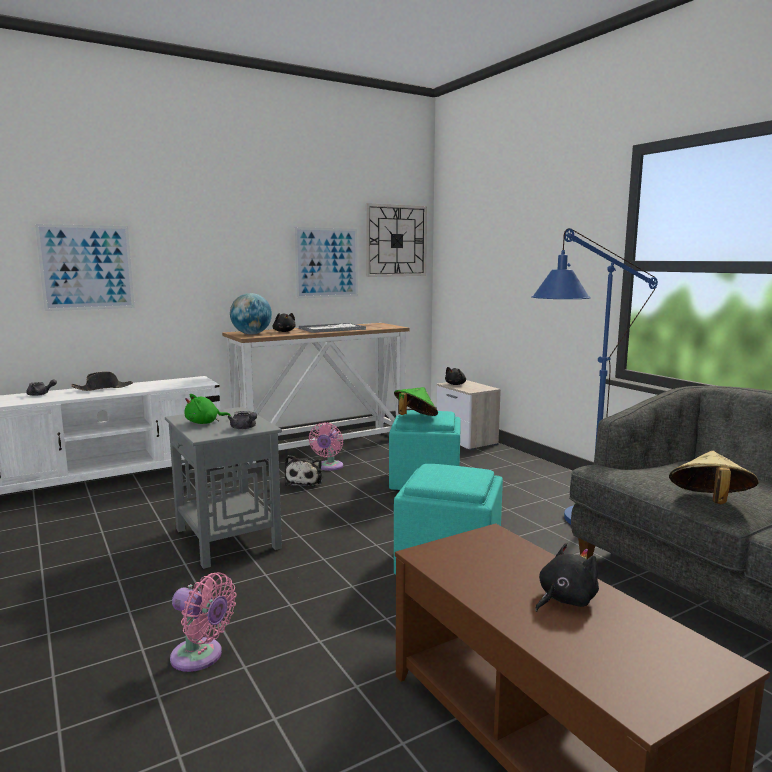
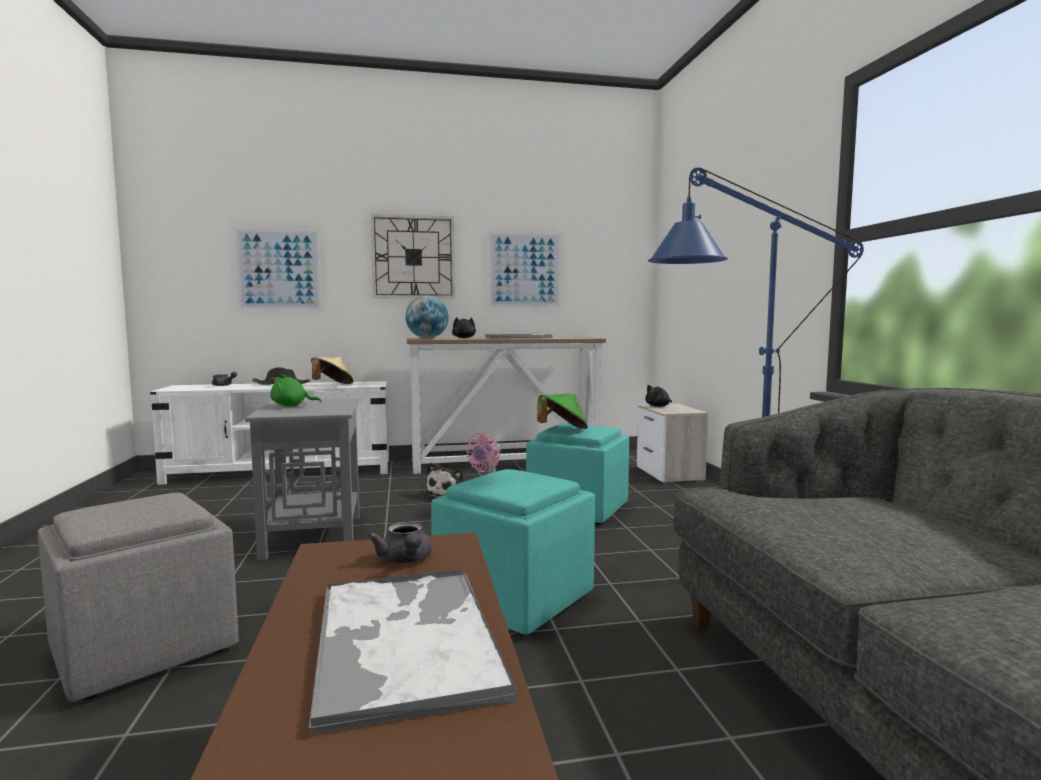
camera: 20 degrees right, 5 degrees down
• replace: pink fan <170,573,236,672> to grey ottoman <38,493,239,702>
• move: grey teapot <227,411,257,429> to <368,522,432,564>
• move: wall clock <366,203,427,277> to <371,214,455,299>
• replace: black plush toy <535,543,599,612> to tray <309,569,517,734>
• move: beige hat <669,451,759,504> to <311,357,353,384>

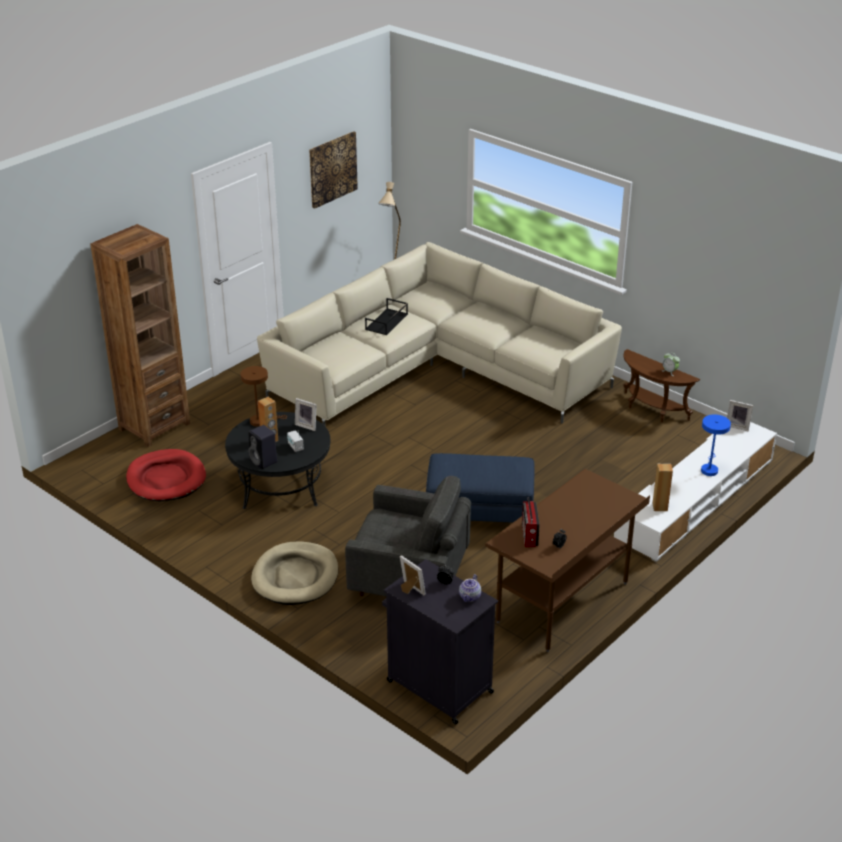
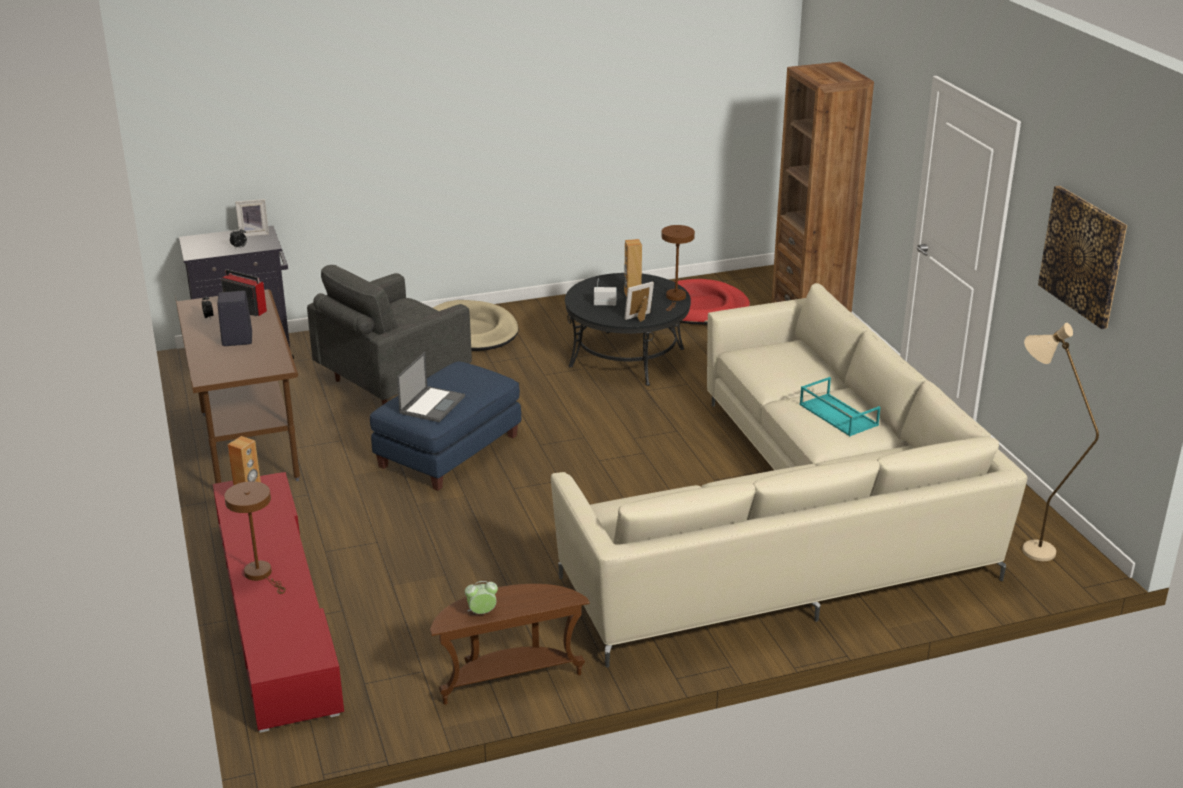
camera: 120 degrees right, 5 degrees down
• move: black speaker <248,425,277,469> to <217,291,252,346>
• recolor: black tray <365,298,408,335> to turquoise tray <799,377,881,436>
• delete: teapot <459,574,481,602>
• recolor: white tv stand <614,422,777,562> to red tv stand <213,472,344,733>
• recolor: blue table lamp <701,414,731,476> to brown table lamp <224,481,286,594>
• delete: picture frame <727,400,753,431>
• insert: laptop <397,352,465,422>

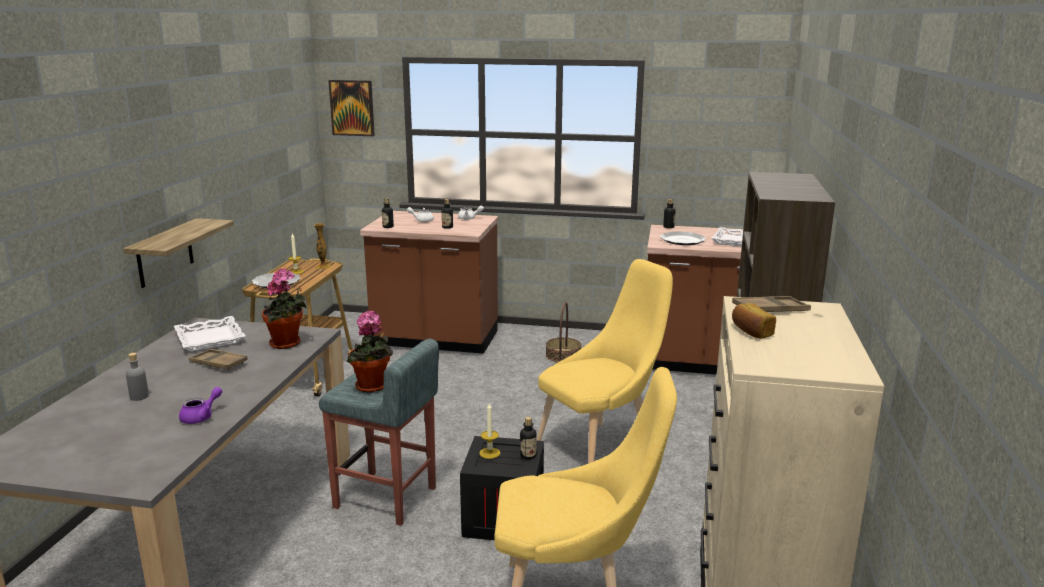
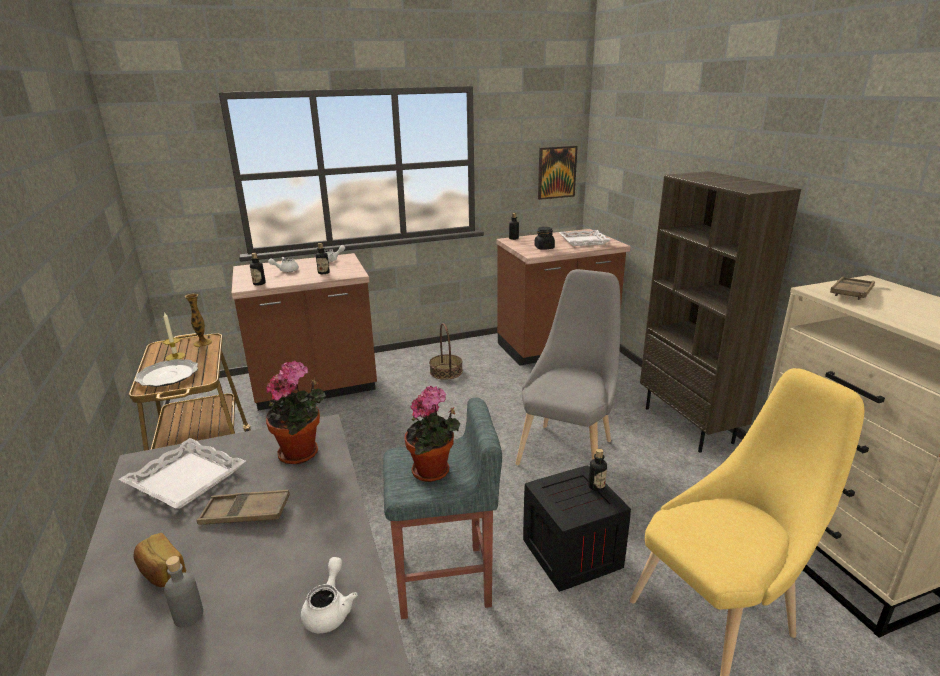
camera: 30 degrees left, 5 degrees up
• delete: shelf <123,218,234,288>
• recolor: purple teapot <179,387,223,424> to white teapot <301,557,357,633>
• move: picture <328,80,375,136> to <538,146,578,200>
• delete: candle <479,403,500,459>
• recolor: yellow chair <537,259,673,464> to grey chair <515,269,620,465>
• replace: plate <660,231,706,245> to black jar <535,227,555,250>
• move: bread <732,303,776,339> to <134,533,186,587>

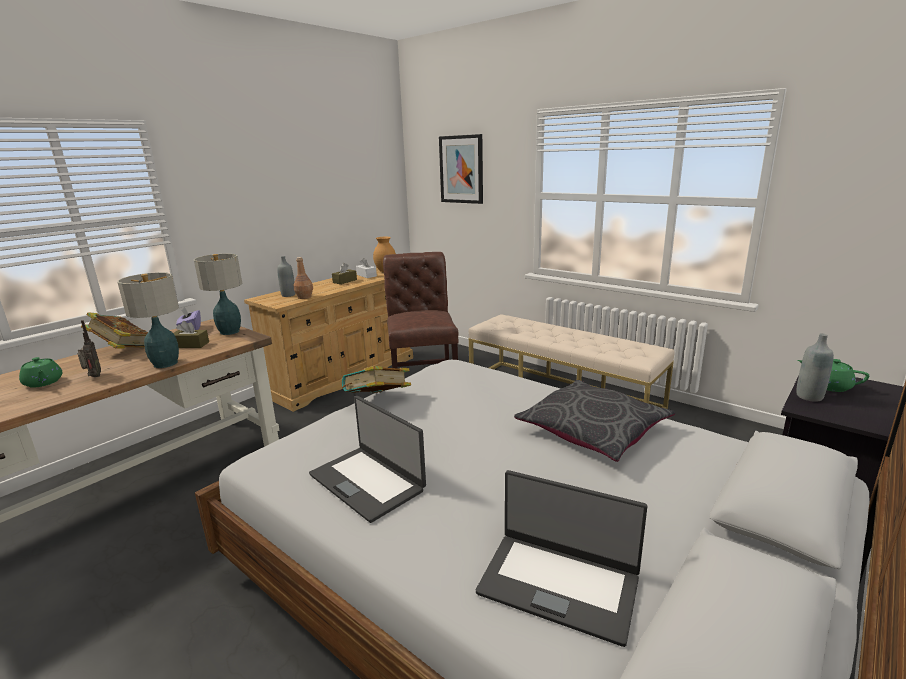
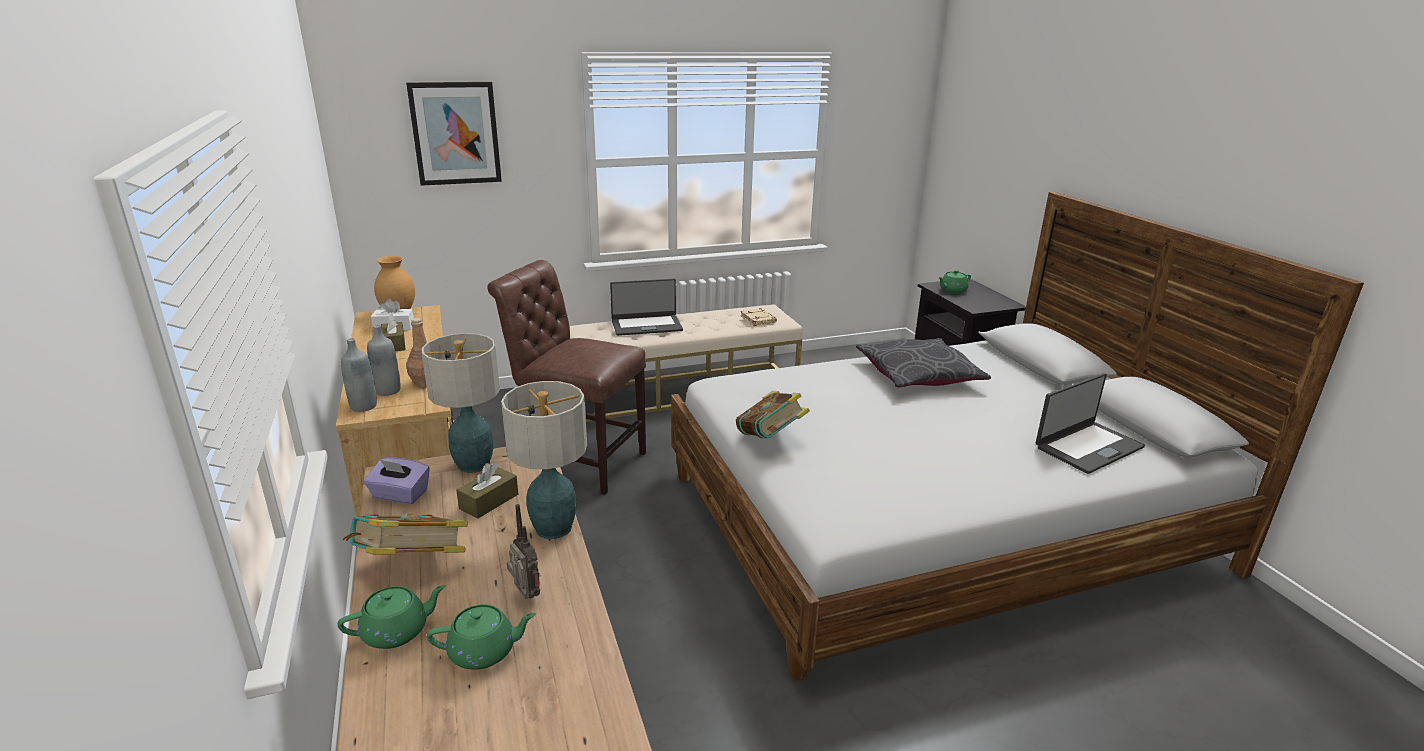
camera: 60 degrees left, 5 degrees up
• rotate: radio <77,320,101,377> = <507,504,540,599> 45 degrees clockwise
• move: laptop <309,396,426,523> to <610,279,683,336>
• move: grey bottle <796,333,834,402> to <341,338,377,412>
• insert: green teapot <338,585,446,649>
• insert: beige book <741,308,777,326>

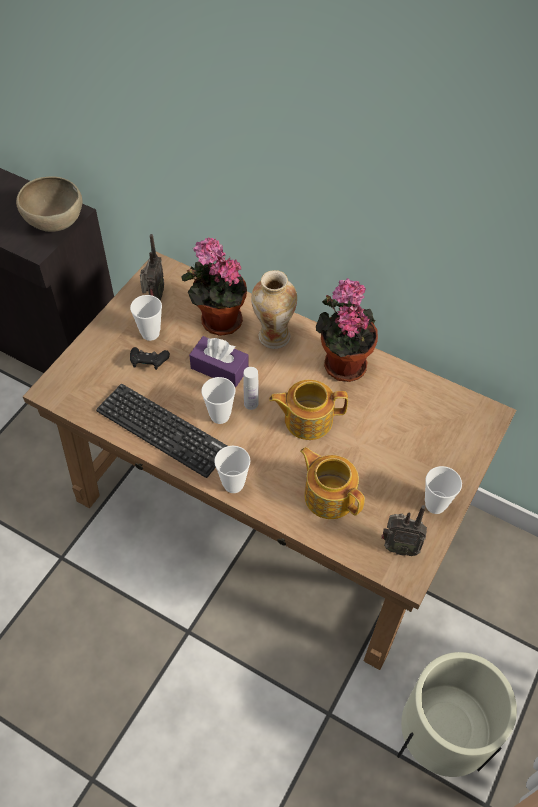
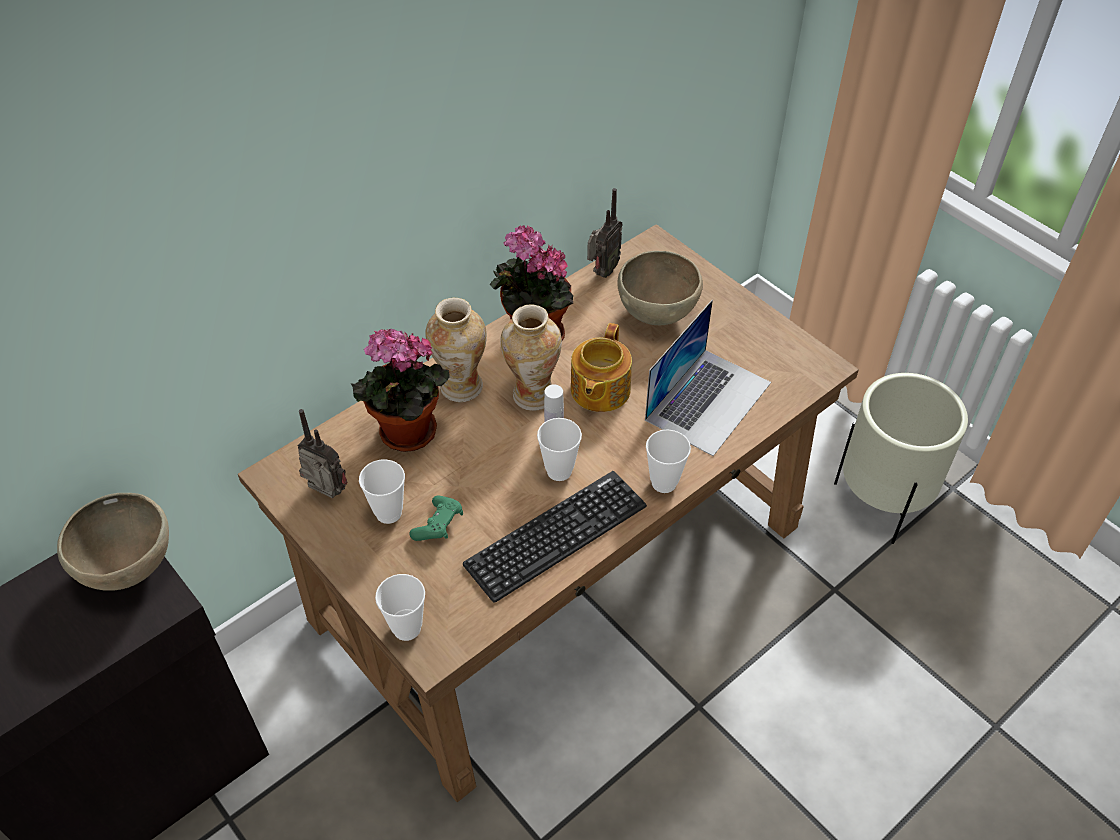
camera: 70 degrees left, 5 degrees down
• recolor: black game controller <130,347,170,370> to green game controller <409,495,463,541>
• delete: purple tissue box <189,336,249,387>
• replace: teapot <300,447,365,519> to laptop <645,300,771,456>
• move: radio <381,505,427,556> to <587,188,622,278>
• move: cup <425,466,462,514> to <375,574,425,641>
• insert: vase <500,304,562,411>
• insert: brown bowl <617,251,703,325>

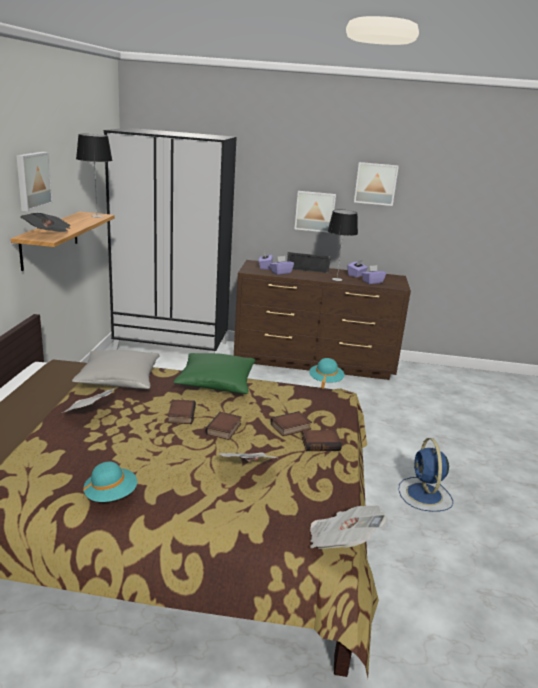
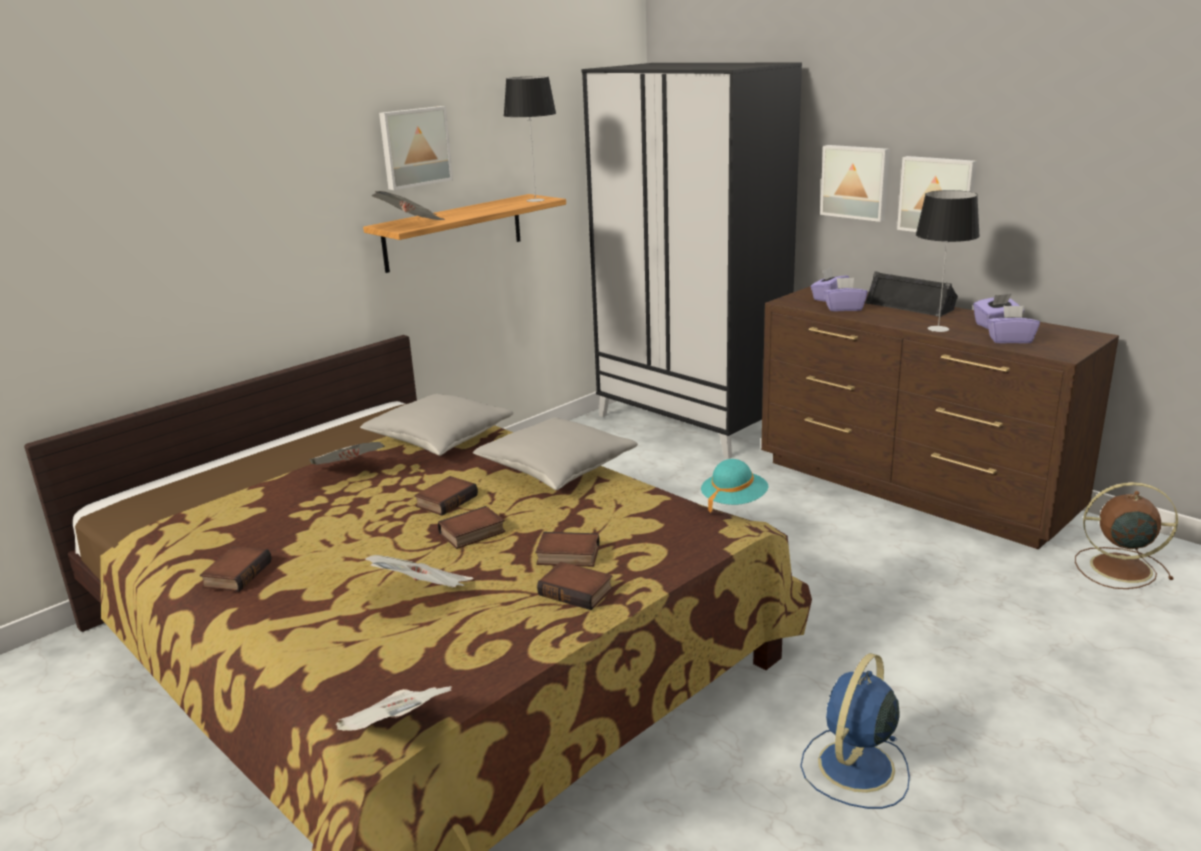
camera: 40 degrees right, 0 degrees up
• replace: turquoise hat <83,462,137,502> to book <200,546,271,592>
• recolor: green pillow <174,353,256,394> to grey pillow <473,417,638,490>
• move: picture <354,162,399,206> to <820,145,890,222>
• insert: brown fan <1075,482,1178,589>

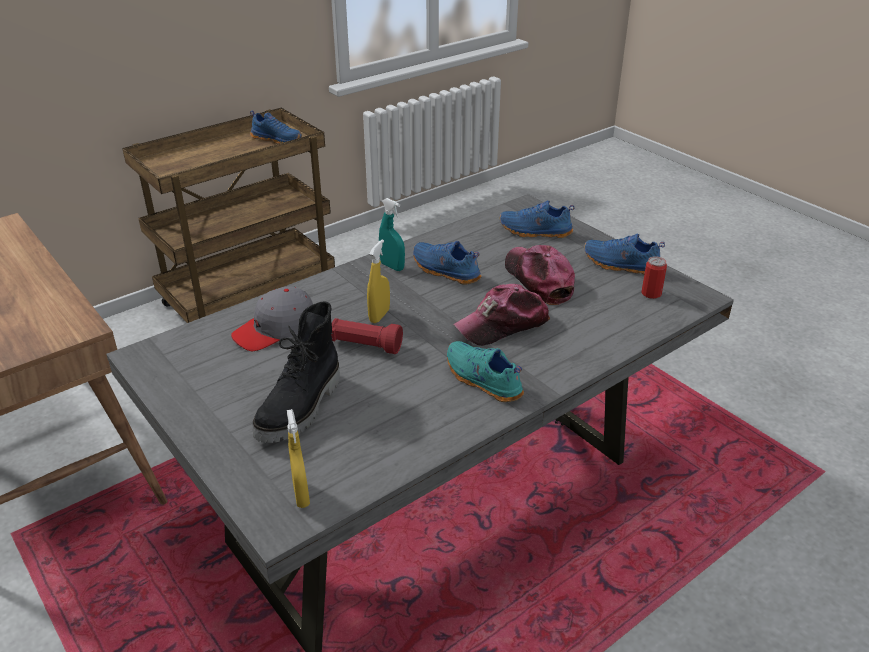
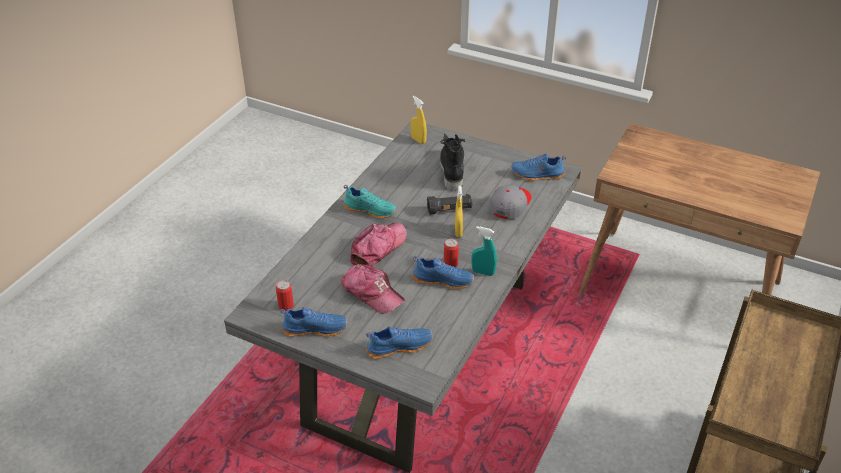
camera: 155 degrees right, 5 degrees up
• move: blue shoe <250,111,302,144> to <511,153,566,181>
• recolor: red flashlight <331,318,403,354> to black flashlight <427,194,473,215>
• insert: can <444,238,459,267>

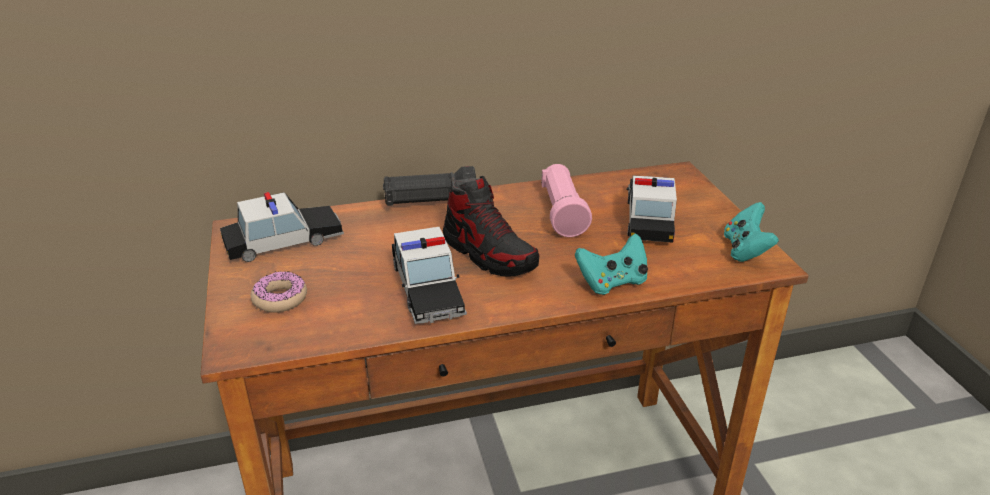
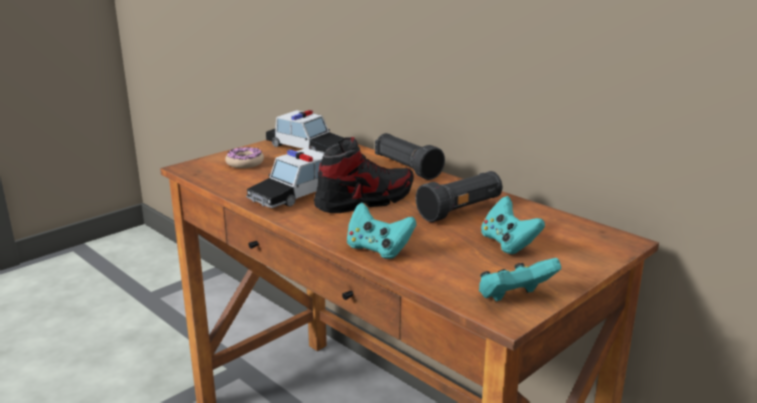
camera: 60 degrees right, 10 degrees down
• rotate: shoe <443,176,540,276> = <314,137,414,213> 135 degrees counterclockwise
• recolor: pink flashlight <541,164,592,237> to black flashlight <416,171,503,222>
• replace: toy car <627,175,677,243> to turquoise game controller <481,196,545,254>

